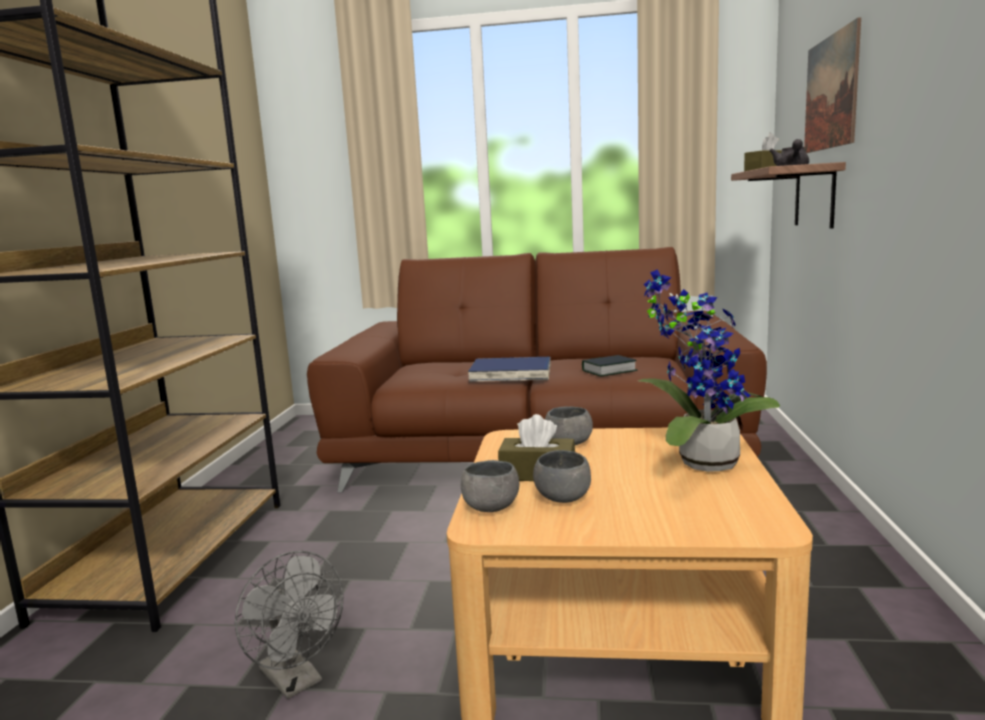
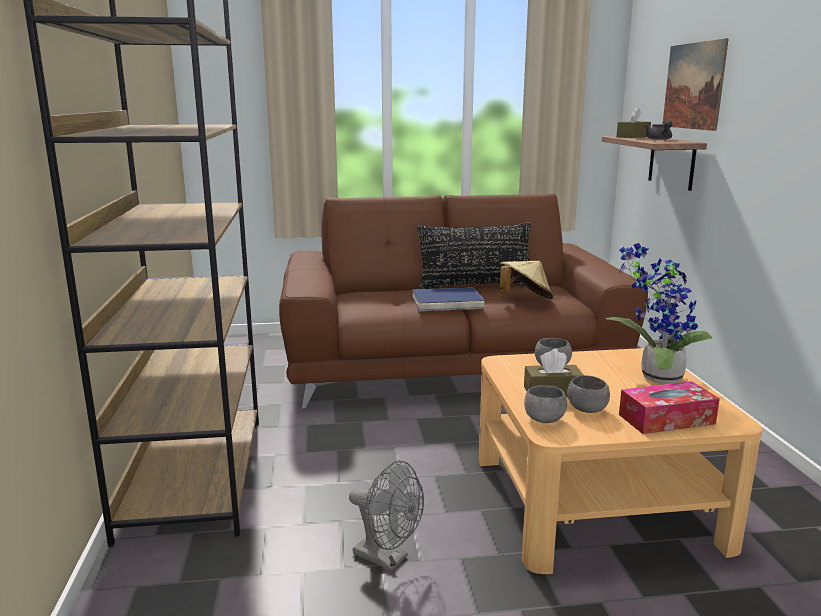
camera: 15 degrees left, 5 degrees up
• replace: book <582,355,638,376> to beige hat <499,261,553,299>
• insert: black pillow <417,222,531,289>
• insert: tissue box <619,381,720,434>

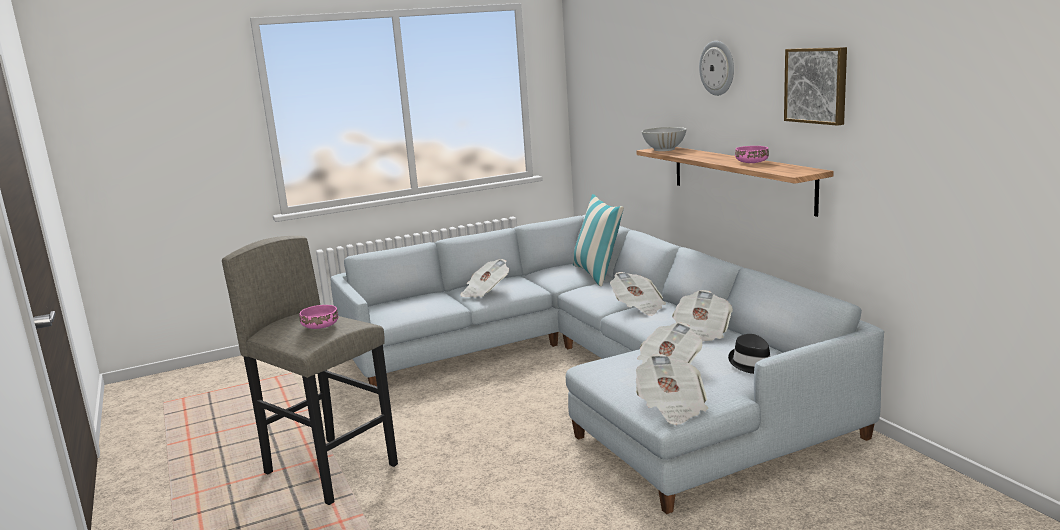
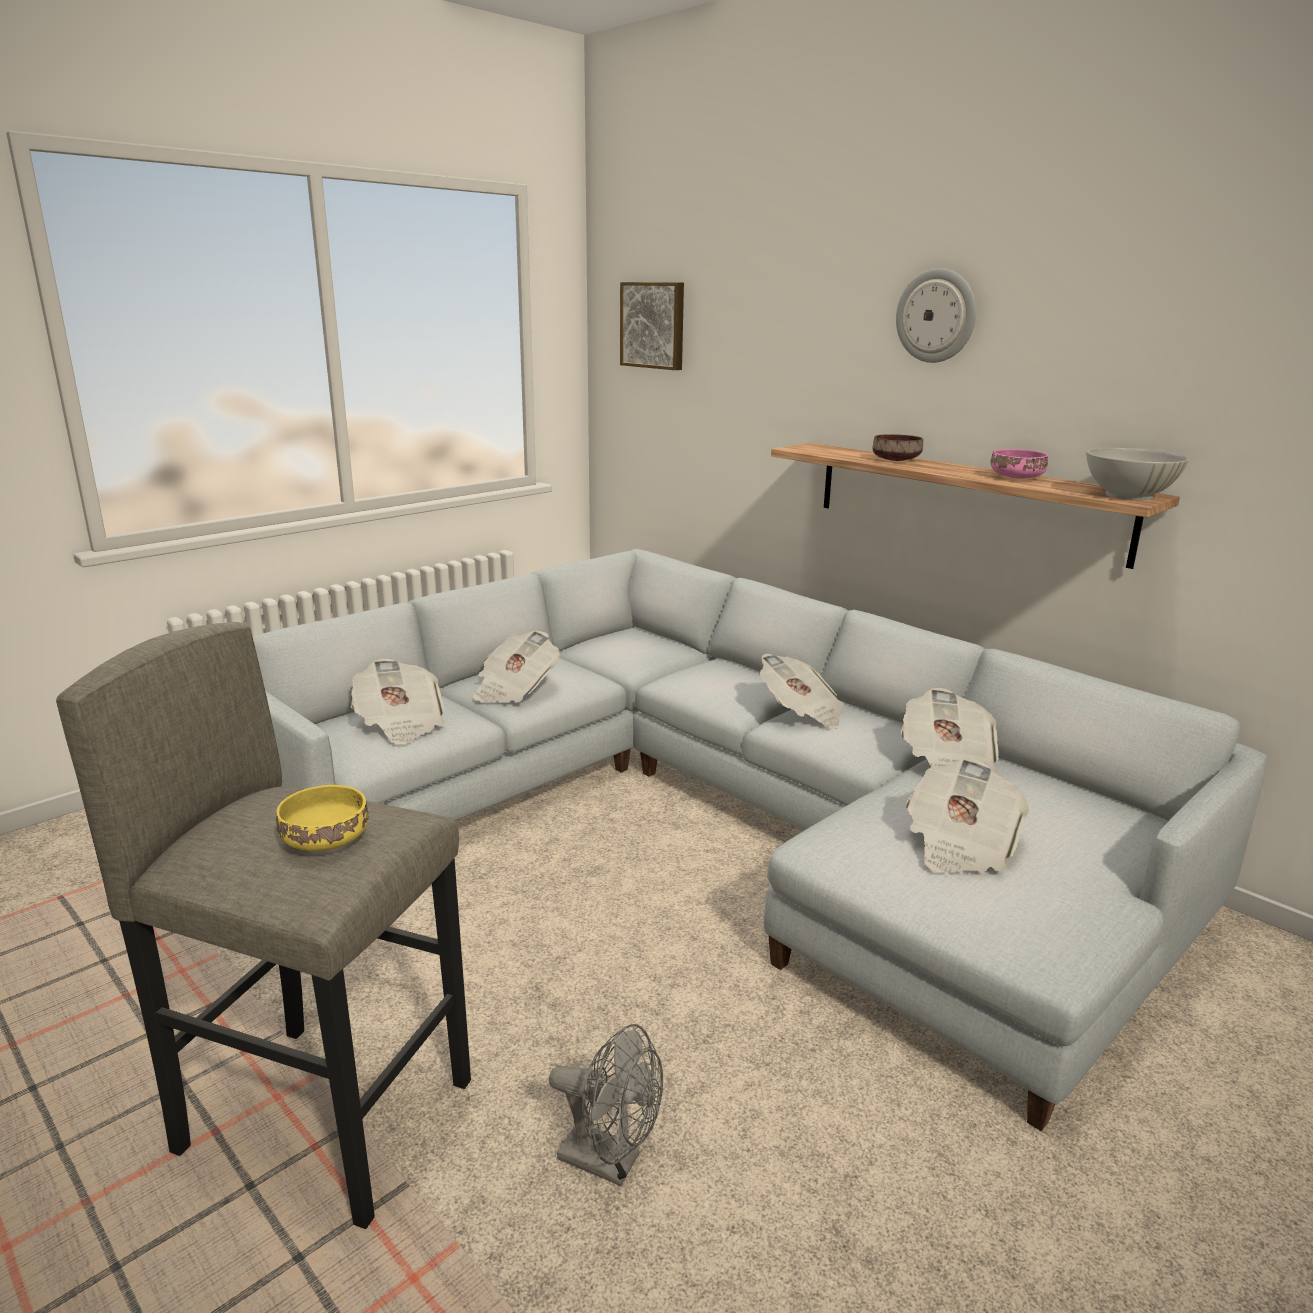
camera: 20 degrees left, 5 degrees up
• recolor: pink bowl <299,305,338,329> to yellow bowl <276,785,368,851>
• delete: pillow <573,194,624,286>
• move: newspaper <636,354,708,425> to <351,658,445,745>
• move: white bowl <642,127,687,151> to <1086,447,1189,500>
• delete: black hat <728,334,770,374>
• move: picture <784,47,847,126> to <620,282,684,370>
• insert: grey fan <549,1024,663,1186>
• insert: brown bowl <873,434,923,461>

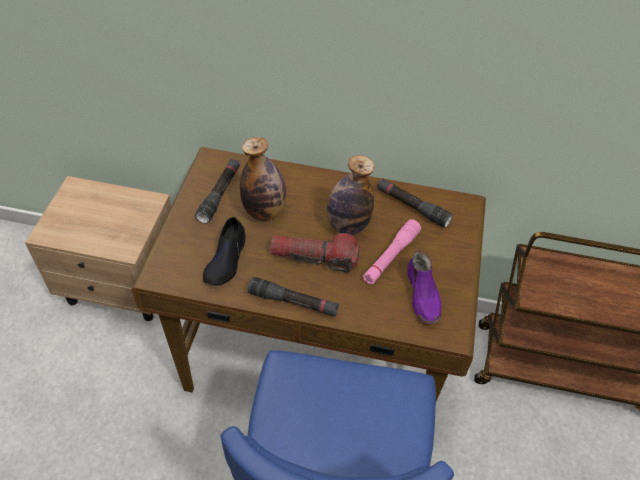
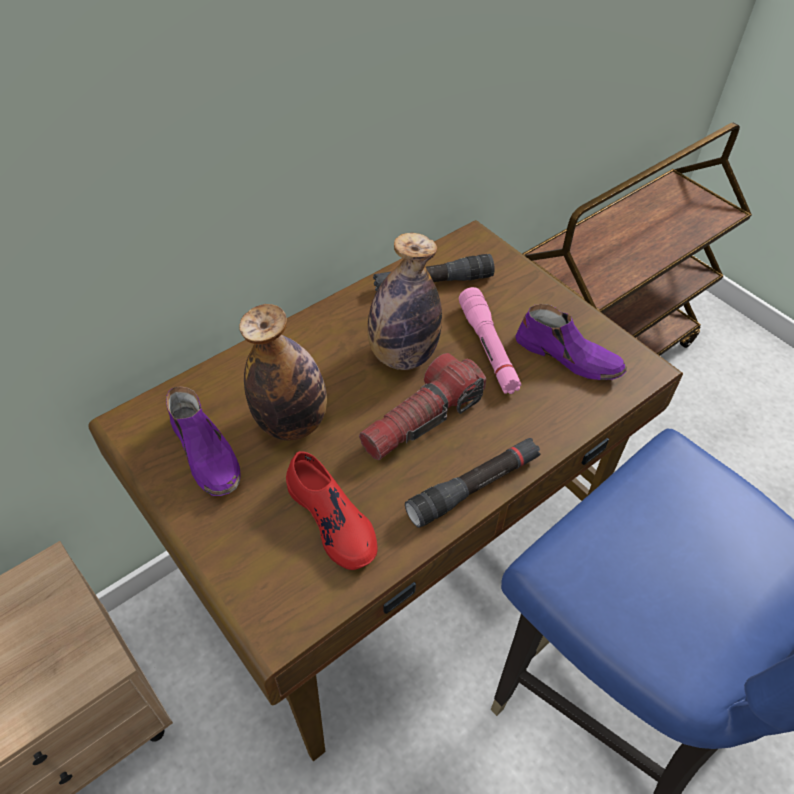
camera: 50 degrees left, 0 degrees up
• replace: black flashlight <195,159,240,224> to purple shoe <166,386,241,496>
• recolor: black shoe <203,217,245,285> to red shoe <286,451,378,570>

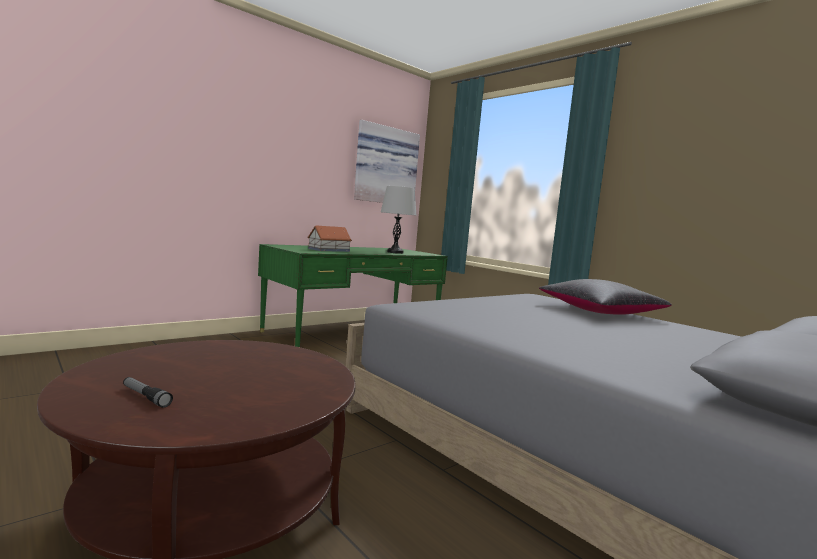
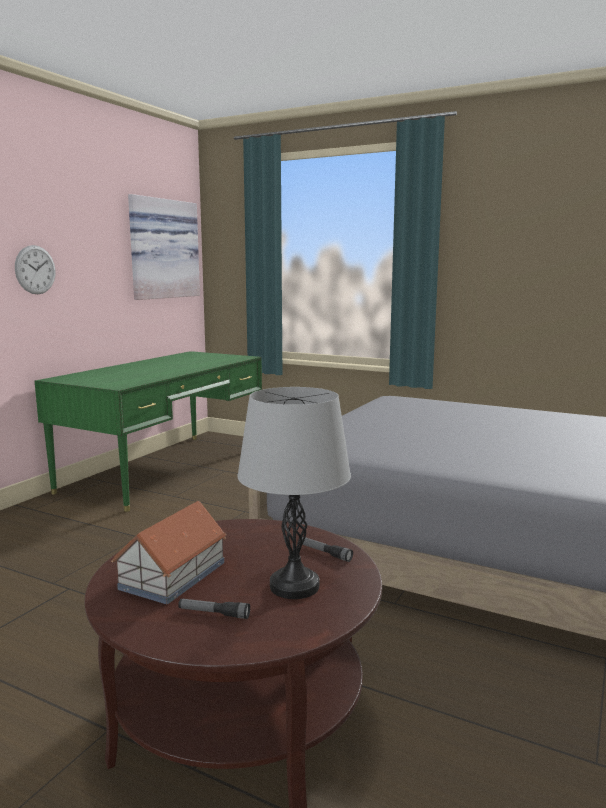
camera: 20 degrees left, 5 degrees up
• move: toy house <307,226,352,252> to <111,501,226,604>
• move: grey table lamp <381,186,416,254> to <237,387,351,599>
• delete: black pillow <539,279,672,315>
• insert: wall clock <15,245,55,294>
• insert: flashlight <302,537,353,562>

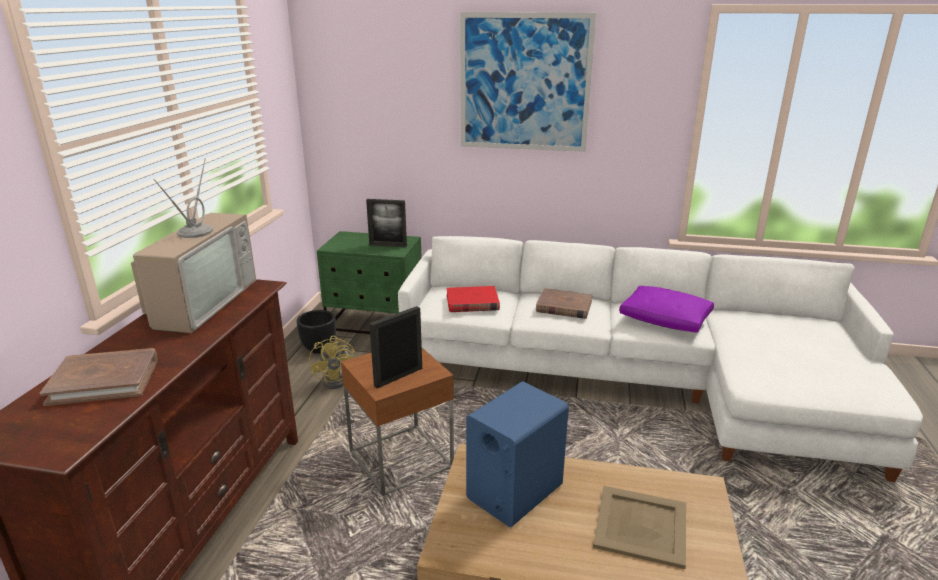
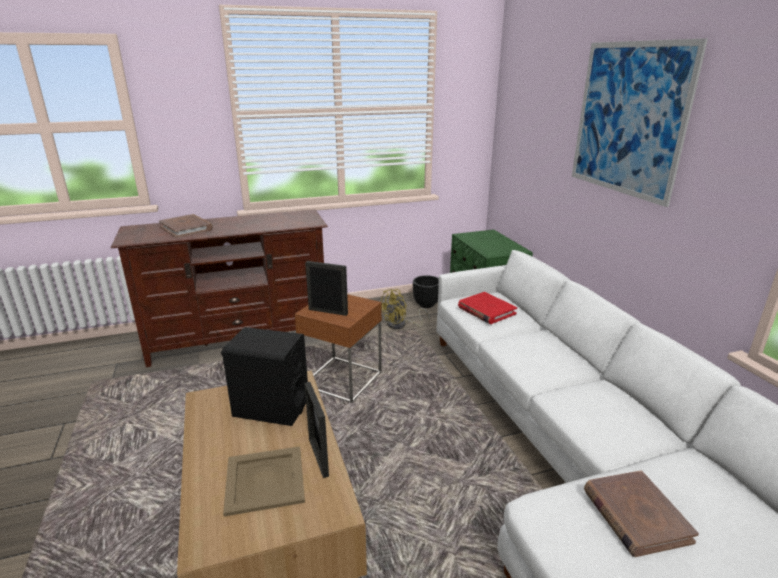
camera: 60 degrees right, 0 degrees up
• delete: television <131,159,256,333>
• move: picture frame <366,199,407,247> to <304,382,329,478>
• recolor: blue speaker <466,381,569,527> to black speaker <221,327,308,426>
• move: brown book <536,288,593,319> to <584,471,699,557>
• delete: purple pillow <619,286,714,333>

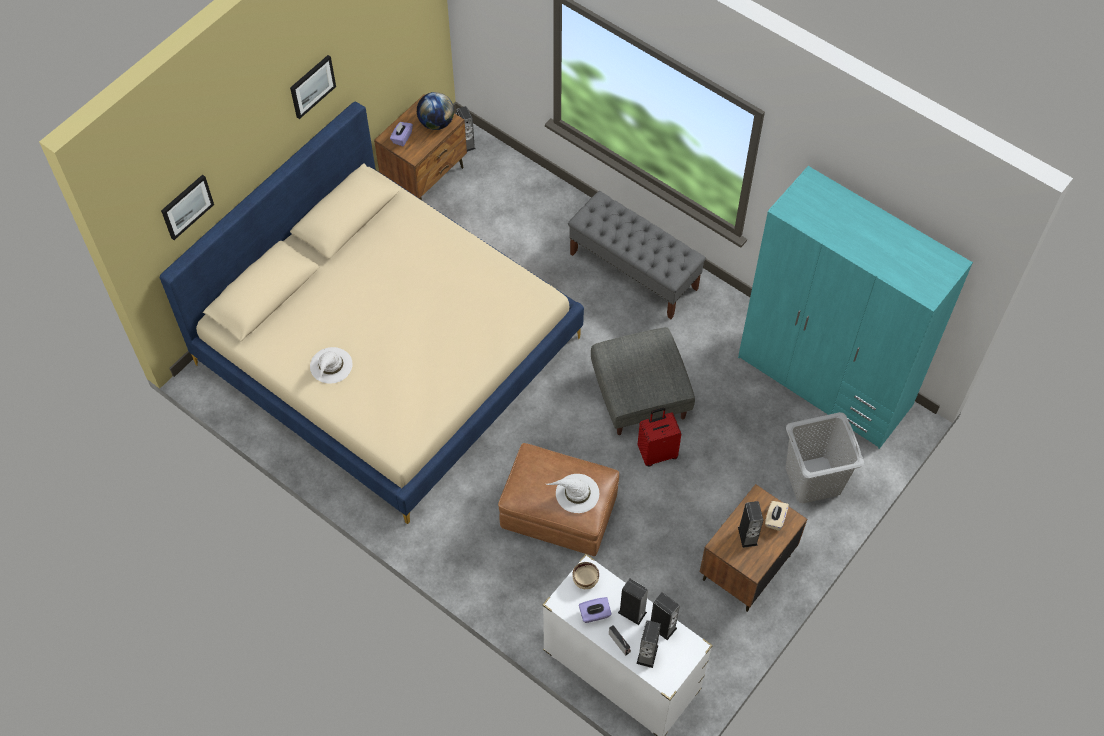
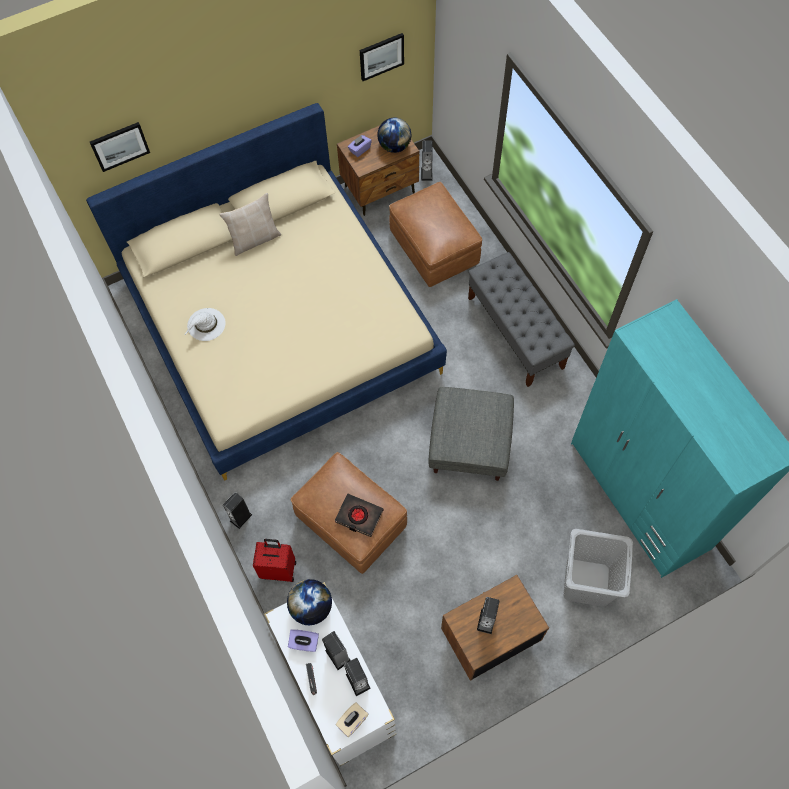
camera: 25 degrees right, 5 degrees up
• move: picture <290,55,336,119> to <360,33,404,81>
• replace: white hat <547,474,599,513> to black book <335,494,384,537>
• replace: beige bowl <572,562,599,589> to globe <287,579,332,625>
• move: red suitcase <637,408,681,466> to <253,539,296,582>
• move: speaker <637,620,661,668> to <223,492,252,529>
• move: beige tissue box <765,501,789,531> to <336,702,369,737>
• insert: beige pillow <219,193,281,256>
• insert: brown ottoman <389,182,482,287>

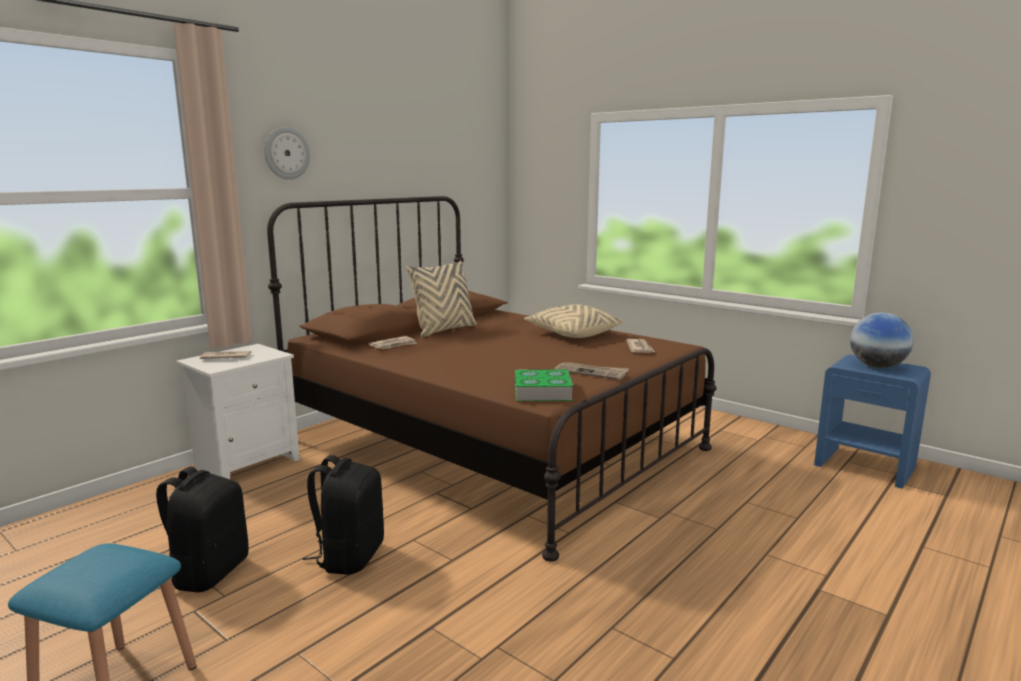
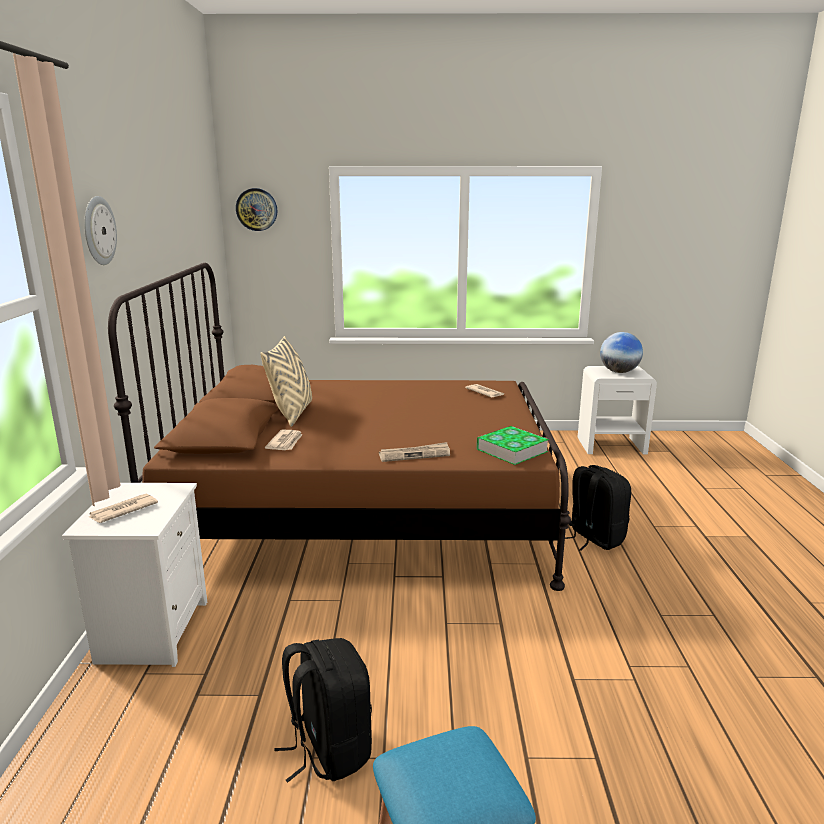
camera: 40 degrees left, 5 degrees up
• move: black backpack <302,455,384,575> to <565,465,631,551>
• delete: beige pillow <524,304,623,338>
• move: newspaper <555,362,629,380> to <379,442,450,462>
• recolor: blue nightstand <814,355,931,489> to white nightstand <577,366,657,454>
• insert: wall clock <236,188,277,231>

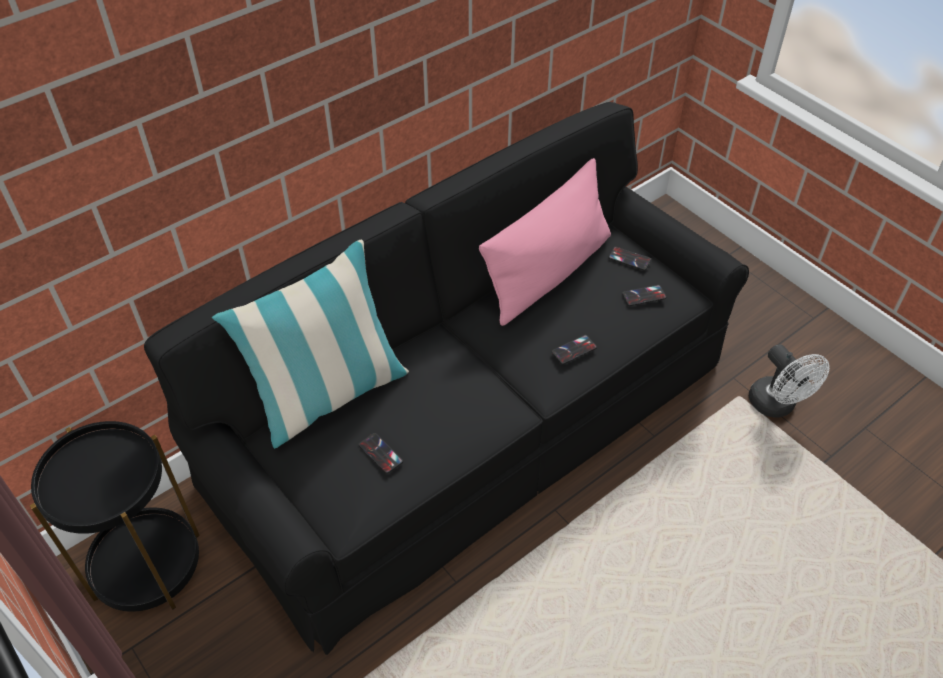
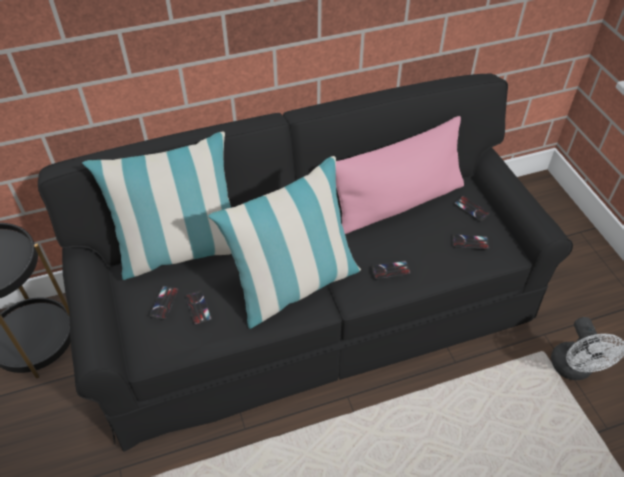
camera: 20 degrees right, 0 degrees up
• insert: phone <149,286,179,320>
• insert: pillow <208,156,361,329>

